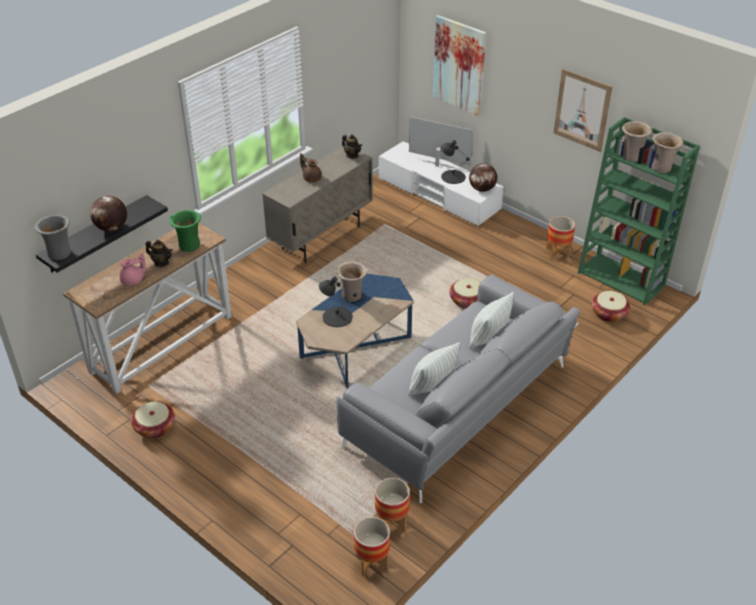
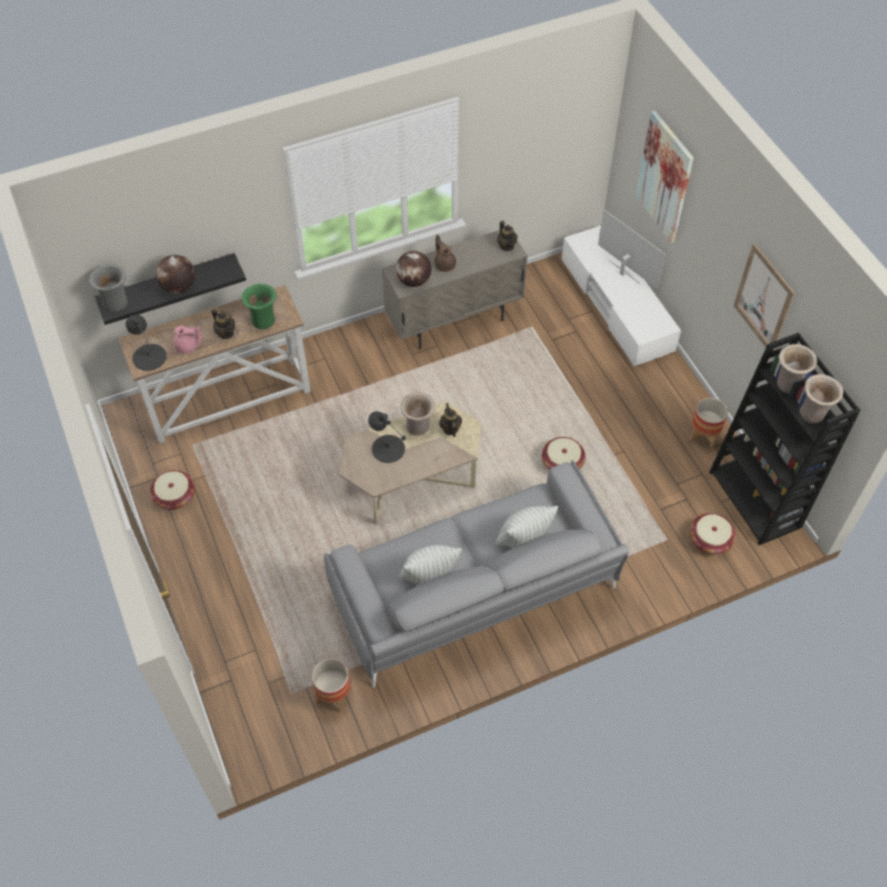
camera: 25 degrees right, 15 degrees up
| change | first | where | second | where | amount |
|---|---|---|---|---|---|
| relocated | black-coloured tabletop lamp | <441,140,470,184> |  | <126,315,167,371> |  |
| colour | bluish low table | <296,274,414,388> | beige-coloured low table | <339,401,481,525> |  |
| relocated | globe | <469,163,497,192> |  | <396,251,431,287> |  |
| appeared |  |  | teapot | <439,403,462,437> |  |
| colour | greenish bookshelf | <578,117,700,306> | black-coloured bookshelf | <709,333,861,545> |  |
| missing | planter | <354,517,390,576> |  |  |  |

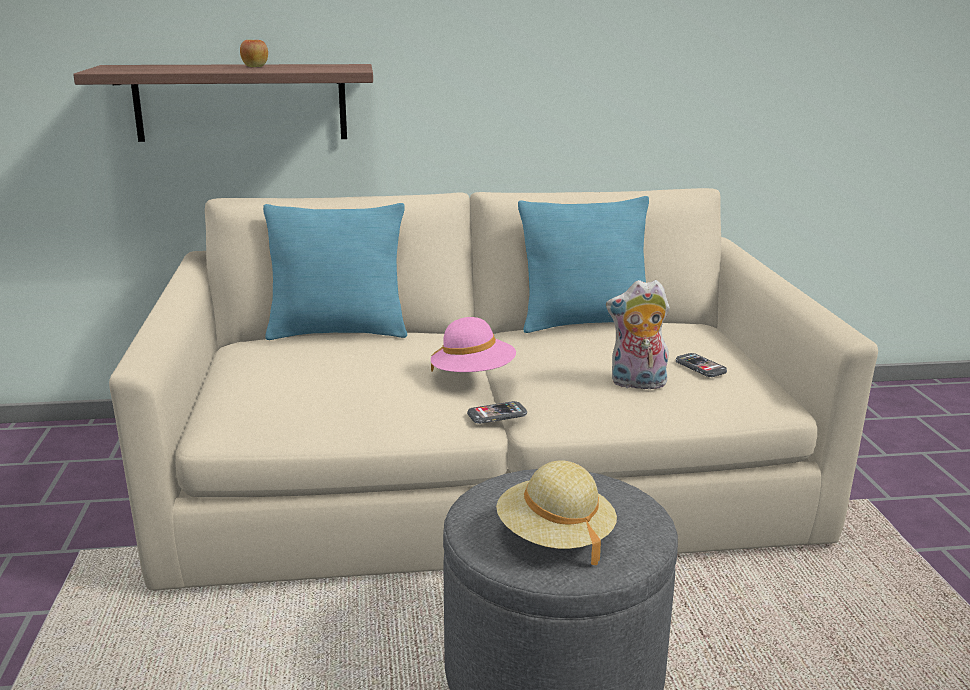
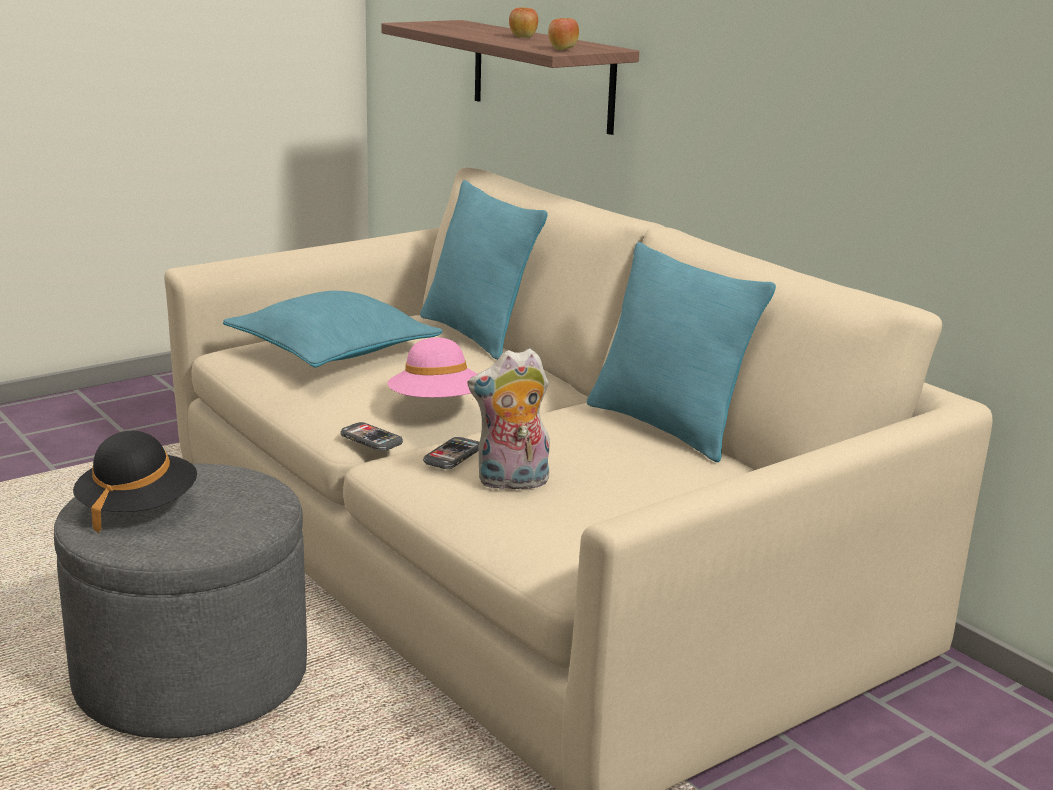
camera: 60 degrees right, 0 degrees up
| change | first | where | second | where | amount |
|---|---|---|---|---|---|
| colour | beige-coloured clothing hat | <496,460,617,565> | black-coloured clothing hat | <73,431,197,533> |  |
| appeared |  |  | turquoise throw pillow | <223,291,443,367> |  |
| relocated | phone | <676,353,727,377> |  | <423,437,479,469> |  |
| spun | cuddly toy | <606,280,670,389> |  | <468,348,550,490> | 75 degrees counterclockwise |
| appeared |  |  | whole apple | <548,18,579,50> |  |

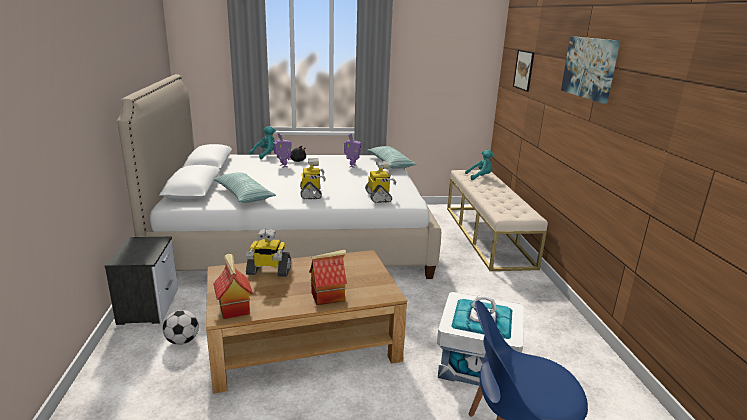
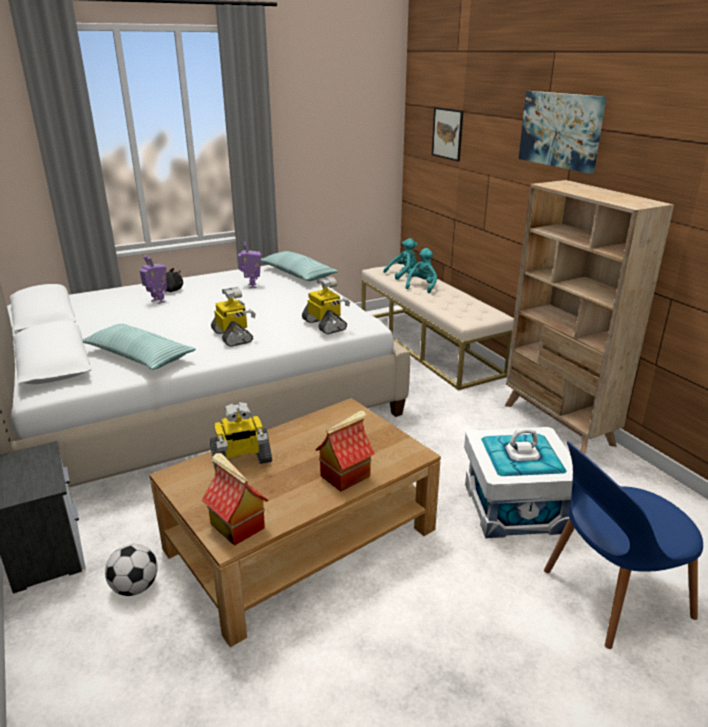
camera: 20 degrees left, 5 degrees up
| change | first | where | second | where | amount |
|---|---|---|---|---|---|
| relocated | turquoise cuddly toy | <249,126,276,159> |  | <405,248,437,293> |  |
| appeared |  |  | beige-coloured bookshelf | <505,180,674,454> |  |

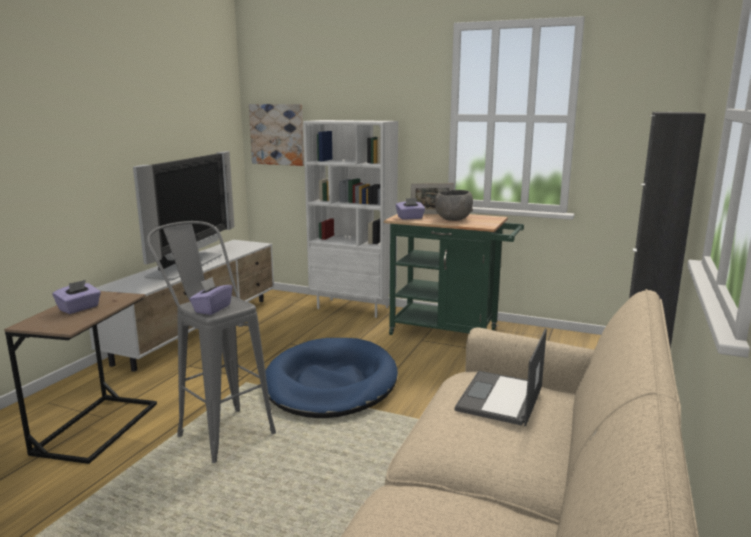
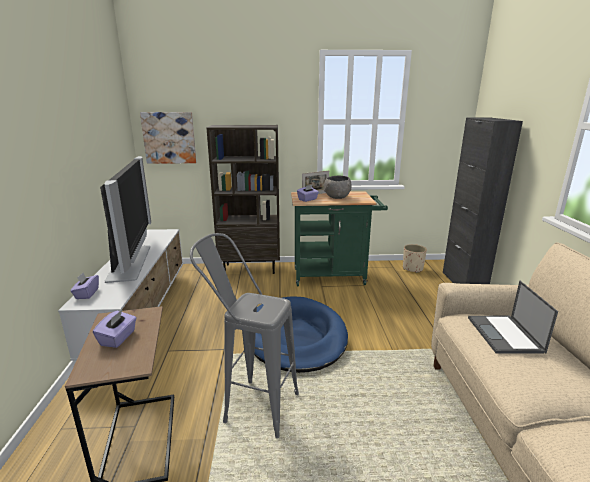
camera: 25 degrees left, 5 degrees up
| change | first | where | second | where | amount |
|---|---|---|---|---|---|
| relocated | purple tissue box | <189,277,232,315> |  | <70,273,99,299> |  |
| colour | white-coloured bookshelf | <303,120,398,318> | brown bookshelf | <206,125,280,274> |  |
| appeared |  |  | beige-coloured planter | <403,244,427,273> |  |

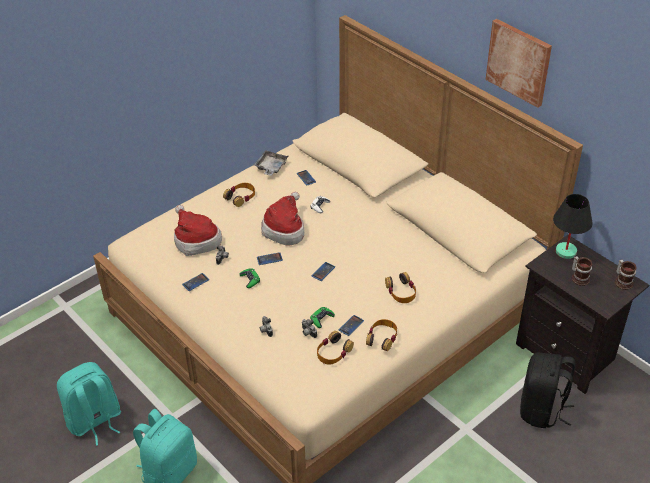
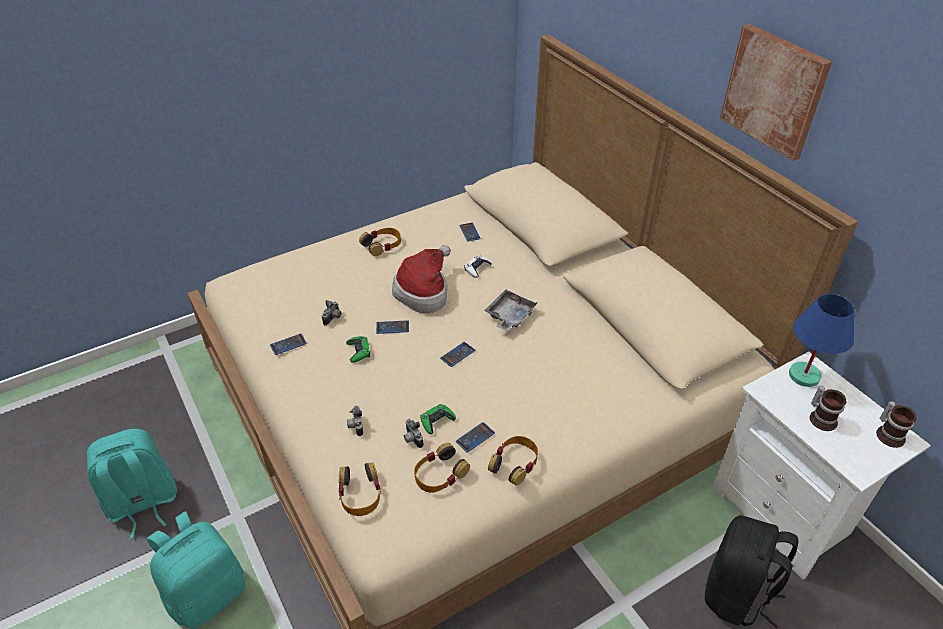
camera: 10 degrees right, 0 degrees up
| change | first | where | second | where | amount |
|---|---|---|---|---|---|
| relocated | headset | <385,272,416,303> |  | <339,462,381,516> |  |
| relocated | grey tray | <254,150,288,176> |  | <484,290,537,331> |  |
| colour | black-coloured nightstand | <516,235,649,394> | white-coloured nightstand | <712,351,931,580> |  |
| colour | black-coloured tabletop lamp | <553,194,593,259> | bluish tabletop lamp | <789,294,854,387> |  |
| missing | clothing hat | <174,205,222,256> |  |  |  |

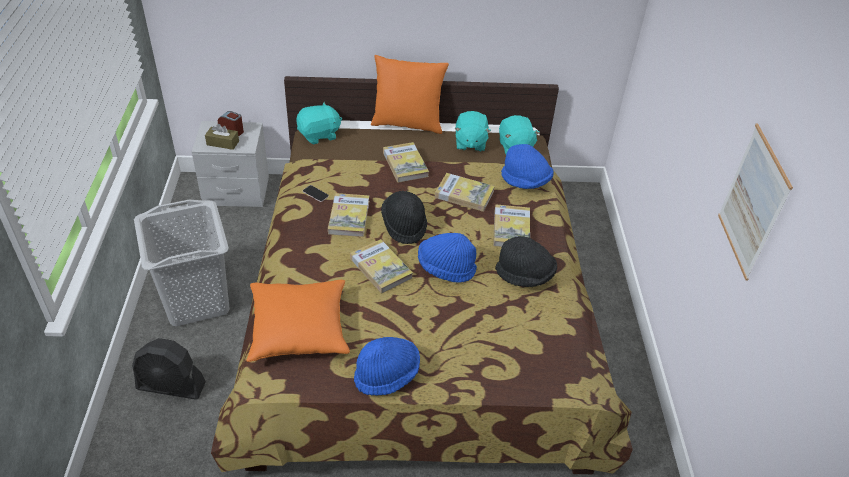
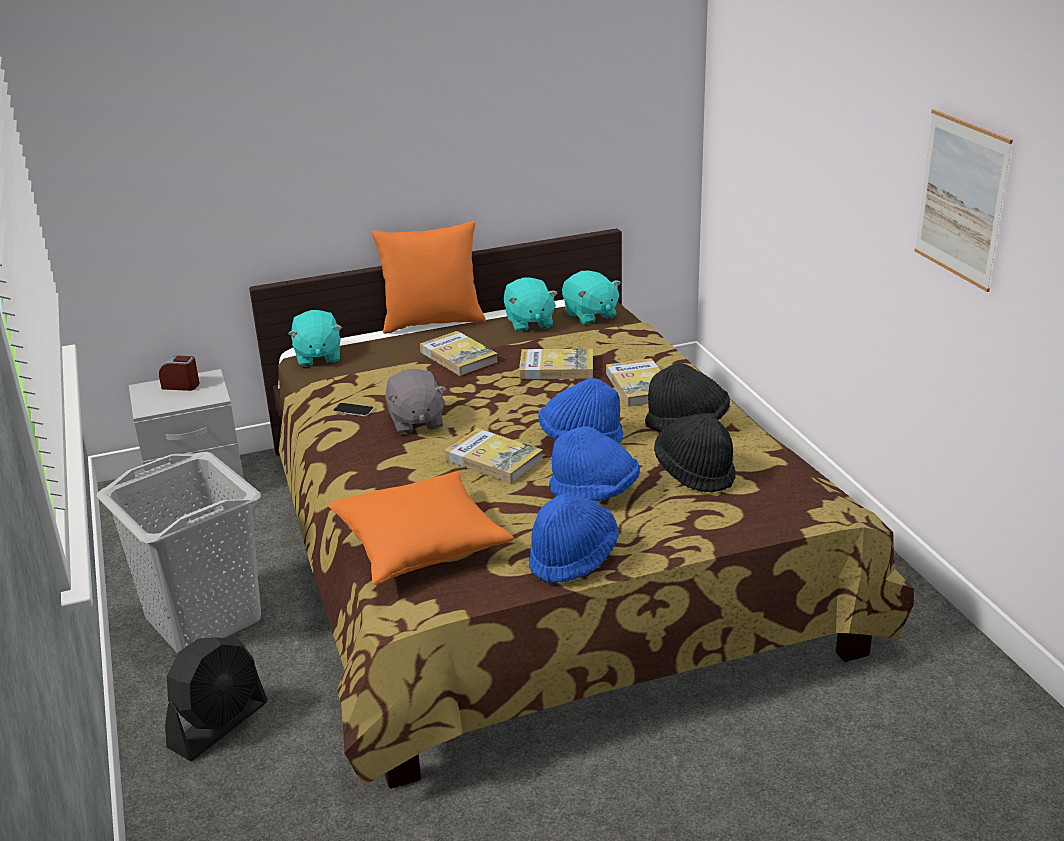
camera: 15 degrees left, 15 degrees down
| change | first | where | second | where | amount |
|---|---|---|---|---|---|
| spun | black-coloured cooling fan | <132,338,206,400> |  | <165,637,268,761> | 45 degrees counterclockwise |
| spun | turquoise cuddly toy | <296,102,342,144> |  | <288,310,342,367> | 120 degrees clockwise |
| exchanged | book | <328,193,369,237> | grey cuddly toy | <385,369,447,434> |  |
| relocated | bluish clothing hat | <501,144,554,189> |  | <549,426,640,501> |  |
| relocated | black-coloured clothing hat | <381,191,427,244> |  | <654,413,736,493> |  |
| missing | brown tissue box | <205,124,239,150> |  |  |  |

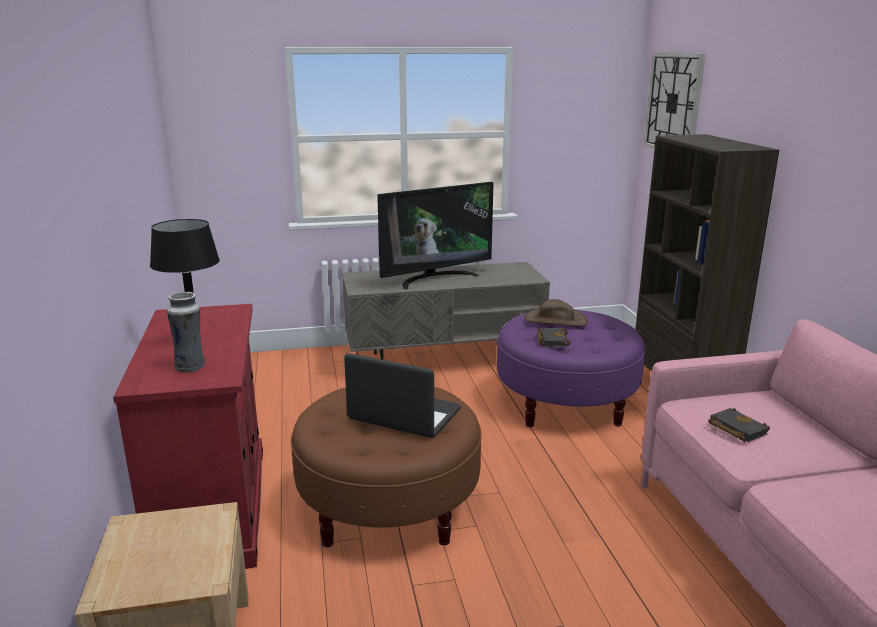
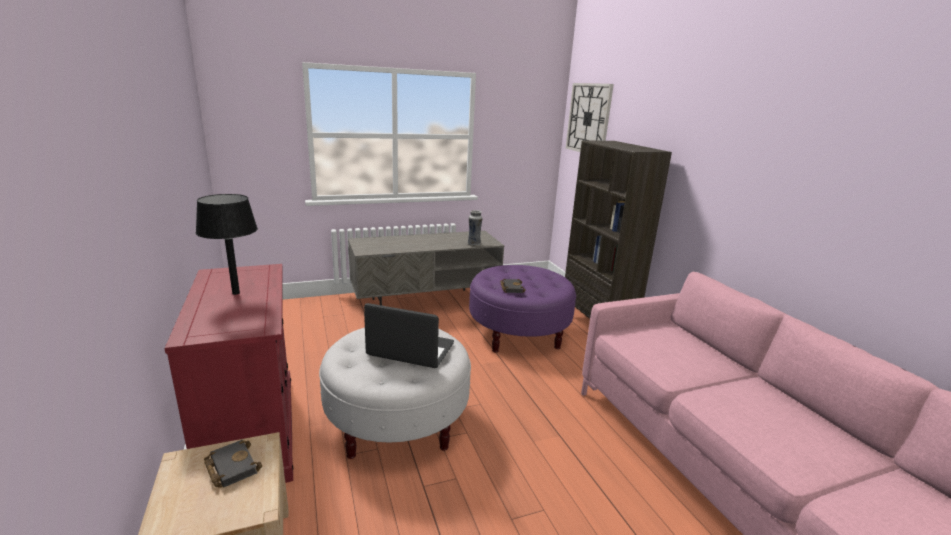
camera: 10 degrees left, 0 degrees up
| change | first | where | second | where | amount |
|---|---|---|---|---|---|
| relocated | black-coloured book | <708,408,770,442> |  | <204,440,262,488> |  |
| colour | brown pouffe | <291,387,482,547> | white-coloured pouffe | <319,328,471,459> |  |
| relocated | decorative vase | <167,292,205,373> |  | <468,210,483,246> |  |
| missing | TV | <377,182,494,289> |  |  |  |
| missing | brown clothing hat | <524,299,588,326> |  |  |  |

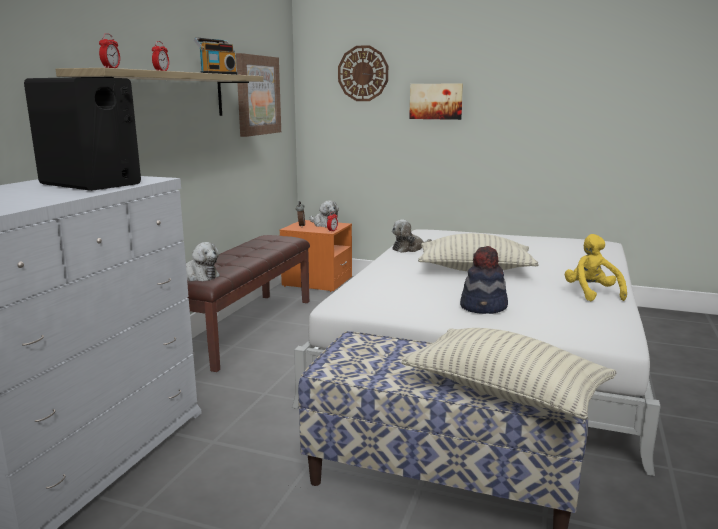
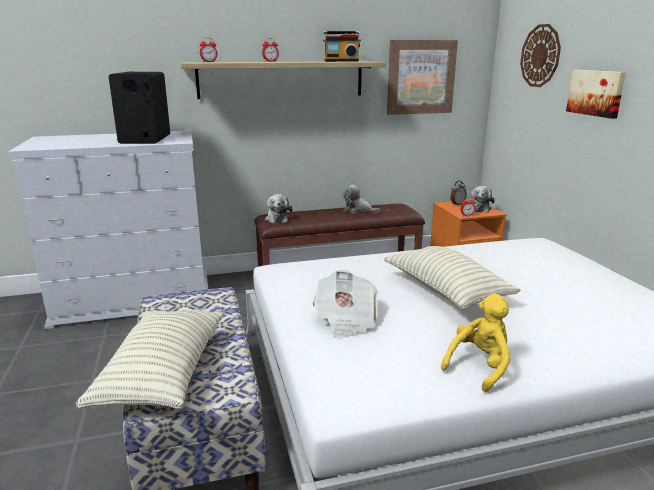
camera: 55 degrees right, 5 degrees up
| change | first | where | second | where | amount |
|---|---|---|---|---|---|
| exchanged | clothing hat | <460,246,508,314> | daily paper | <313,270,378,339> |  |
| relocated | cuddly toy | <392,220,432,253> |  | <343,185,380,214> |  |

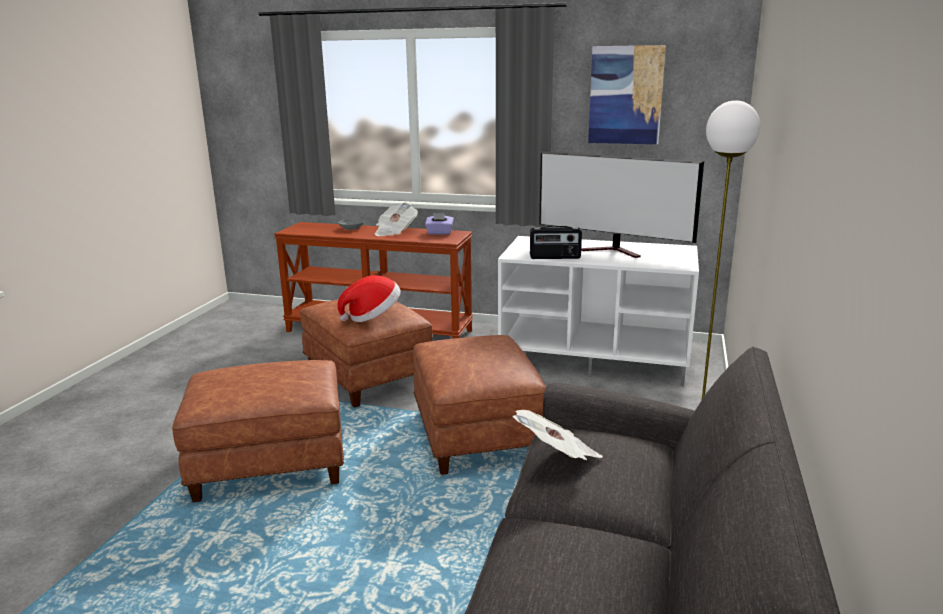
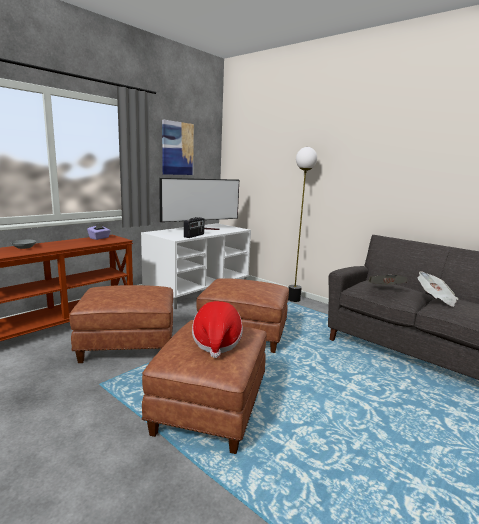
camera: 65 degrees left, 5 degrees down
| change | first | where | second | where | amount |
|---|---|---|---|---|---|
| relocated | clothing hat | <338,275,401,322> |  | <192,301,243,358> |  |
| relocated | daily paper | <375,203,418,236> |  | <417,272,458,307> |  |

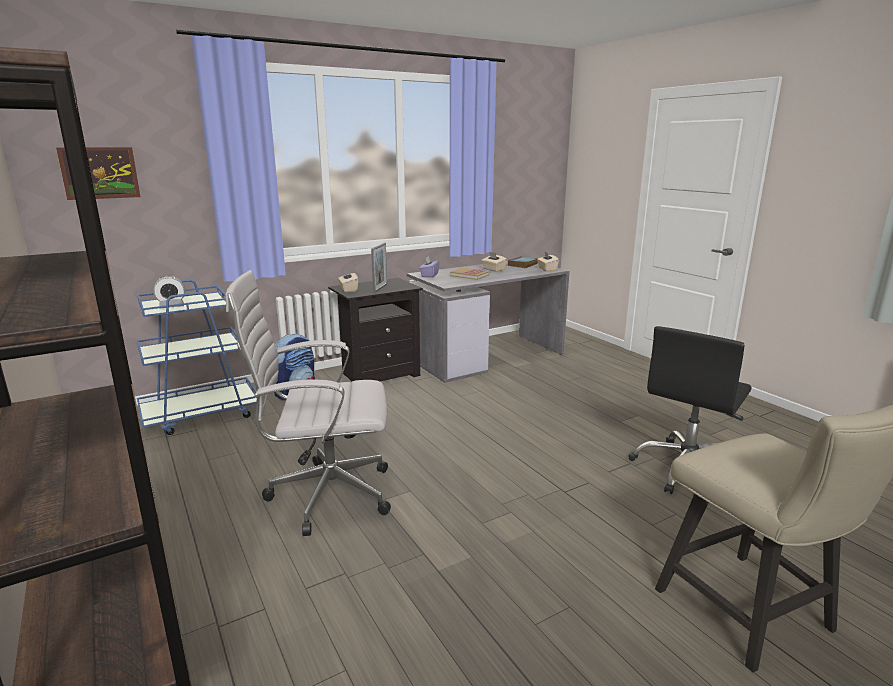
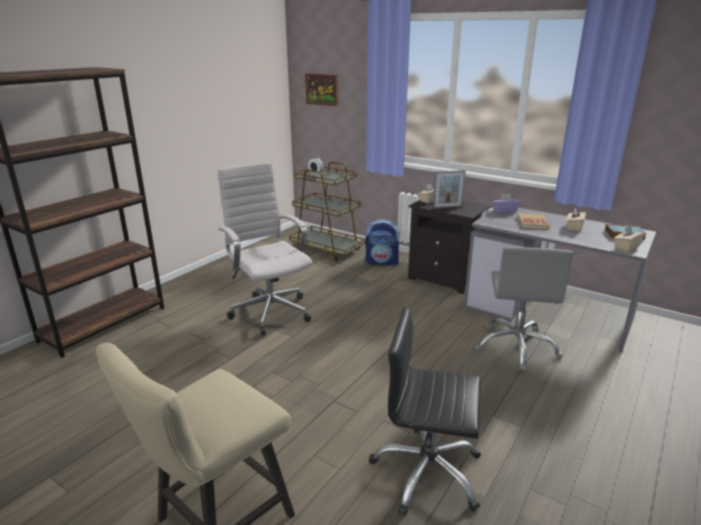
camera: 65 degrees right, 5 degrees up
| change | first | where | second | where | amount |
|---|---|---|---|---|---|
| colour | bluish trolley | <137,280,257,435> | brown trolley | <289,162,366,261> |  |
| appeared |  |  | grey desk chair | <475,247,573,371> |  |

